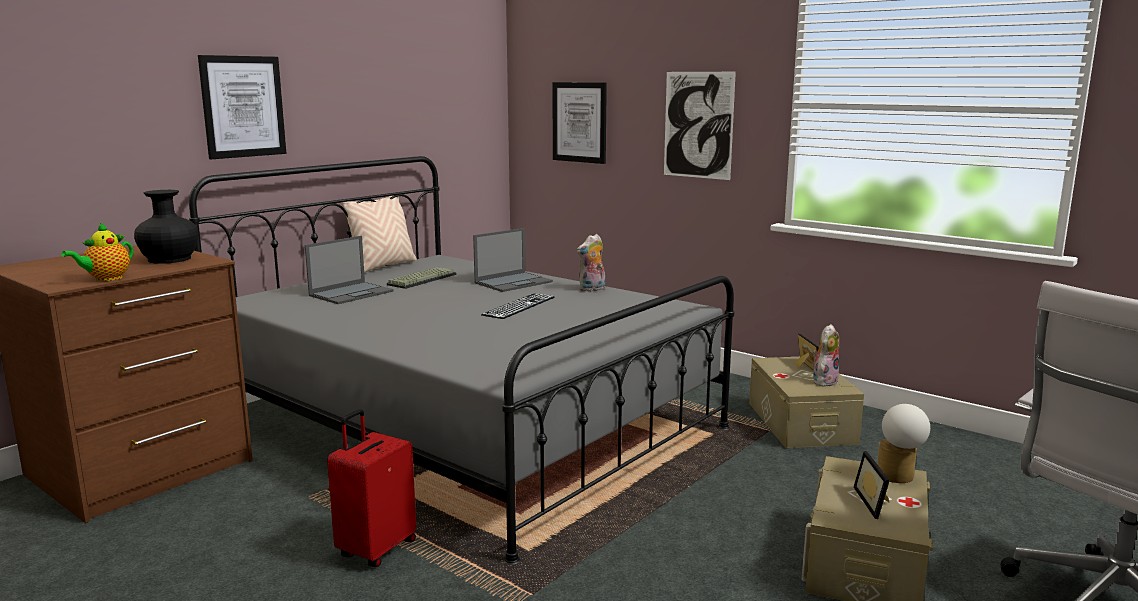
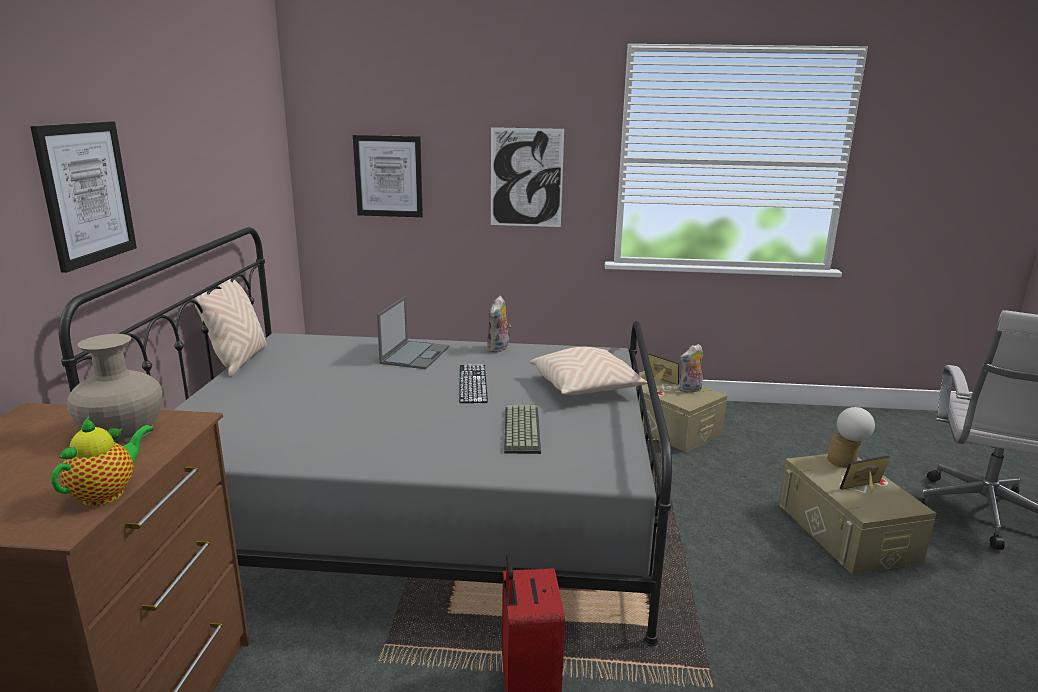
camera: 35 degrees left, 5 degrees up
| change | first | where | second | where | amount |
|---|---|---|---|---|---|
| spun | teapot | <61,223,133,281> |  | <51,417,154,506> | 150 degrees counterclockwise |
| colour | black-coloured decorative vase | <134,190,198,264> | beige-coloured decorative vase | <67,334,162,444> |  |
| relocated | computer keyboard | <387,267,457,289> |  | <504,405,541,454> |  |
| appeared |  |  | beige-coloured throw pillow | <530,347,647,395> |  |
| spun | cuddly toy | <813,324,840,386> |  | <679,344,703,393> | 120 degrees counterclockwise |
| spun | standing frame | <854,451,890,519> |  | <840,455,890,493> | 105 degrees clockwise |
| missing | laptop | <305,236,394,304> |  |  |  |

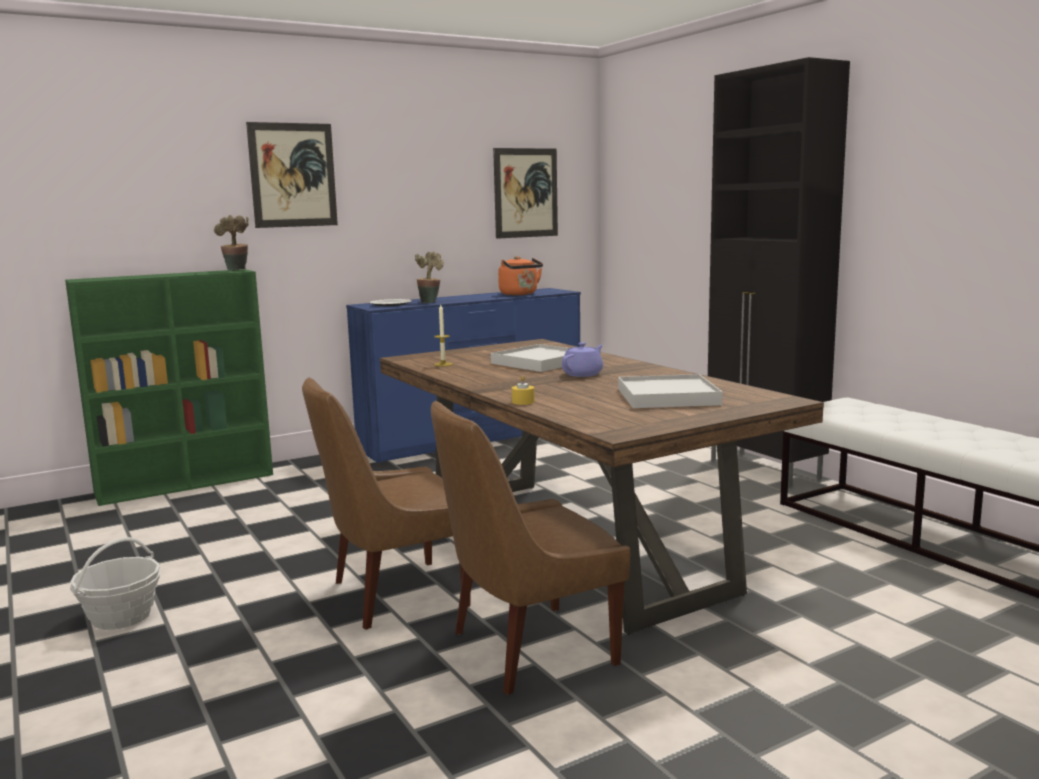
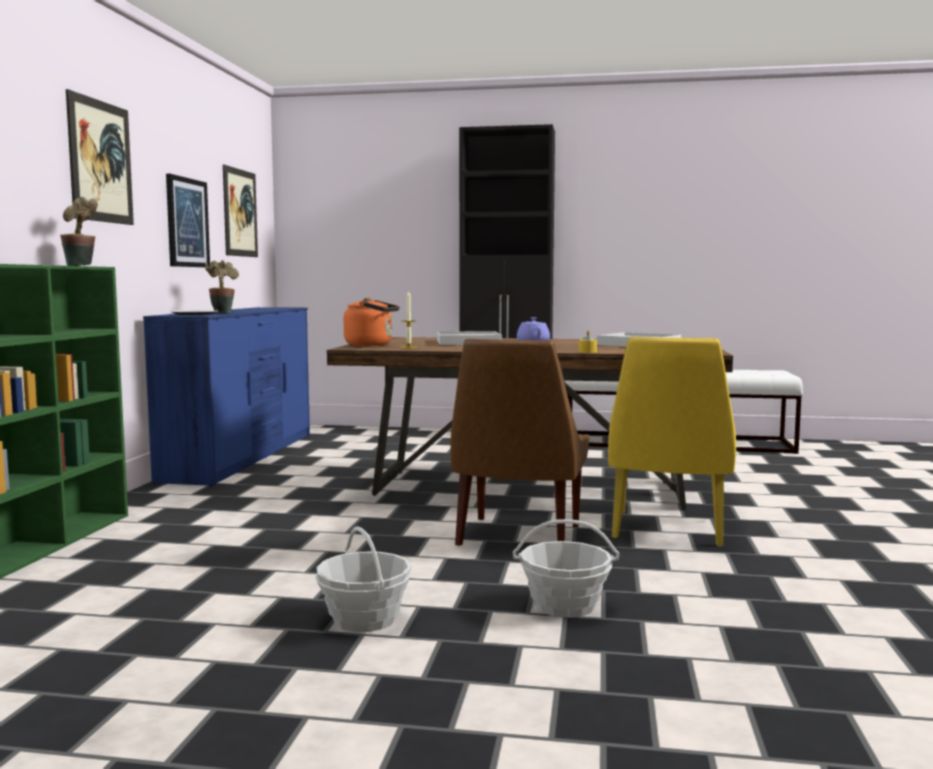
camera: 50 degrees left, 5 degrees down
| change | first | where | second | where | amount |
|---|---|---|---|---|---|
| appeared |  |  | picture | <166,174,210,267> |  |
| relocated | orangey kettle | <498,256,543,295> |  | <344,298,399,346> |  |
| appeared |  |  | basket | <513,519,619,618> |  |
| colour | brown plain chair | <431,401,630,695> | yellow plain chair | <608,337,736,546> |  |

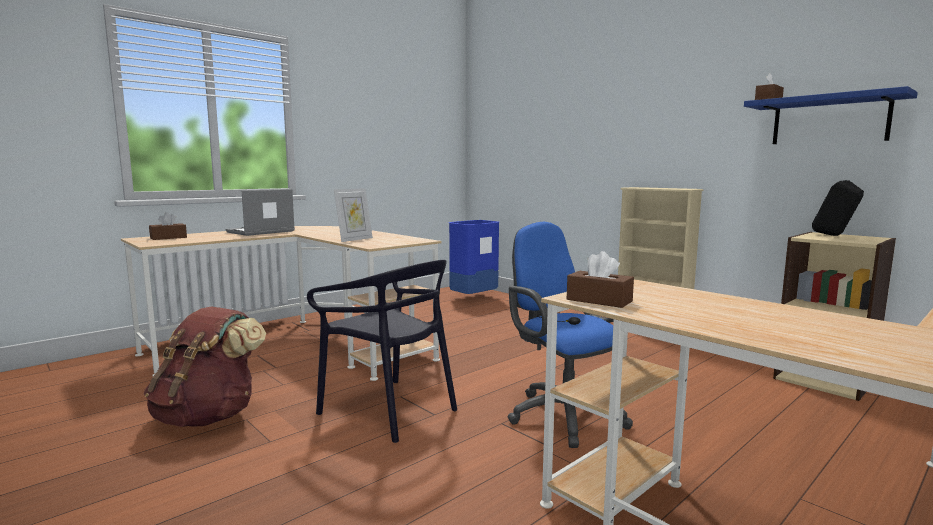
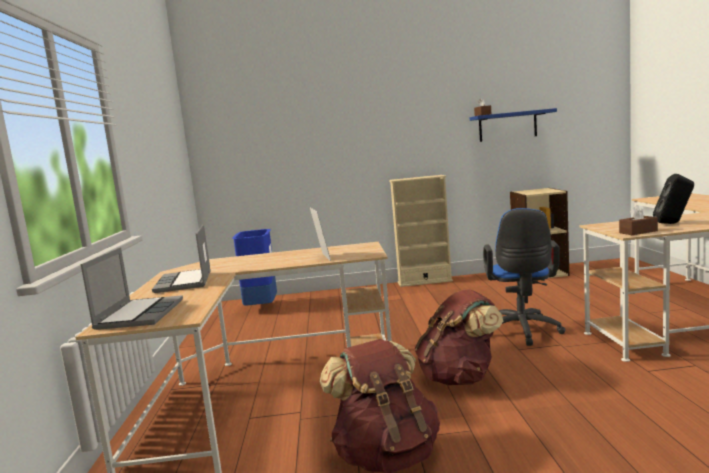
camera: 50 degrees left, 0 degrees up
| change | first | where | second | where | amount |
|---|---|---|---|---|---|
| exchanged | brown tissue box | <149,212,187,240> | laptop | <81,247,183,330> |  |
| exchanged | black-coloured plain chair | <307,260,457,443> | brown backpack | <415,289,503,385> |  |
| spun | bluish desk chair | <508,222,633,448> |  | <483,208,566,346> | 90 degrees counterclockwise |
| relocated | black-coloured audio speaker | <812,180,864,236> |  | <653,174,694,224> |  |

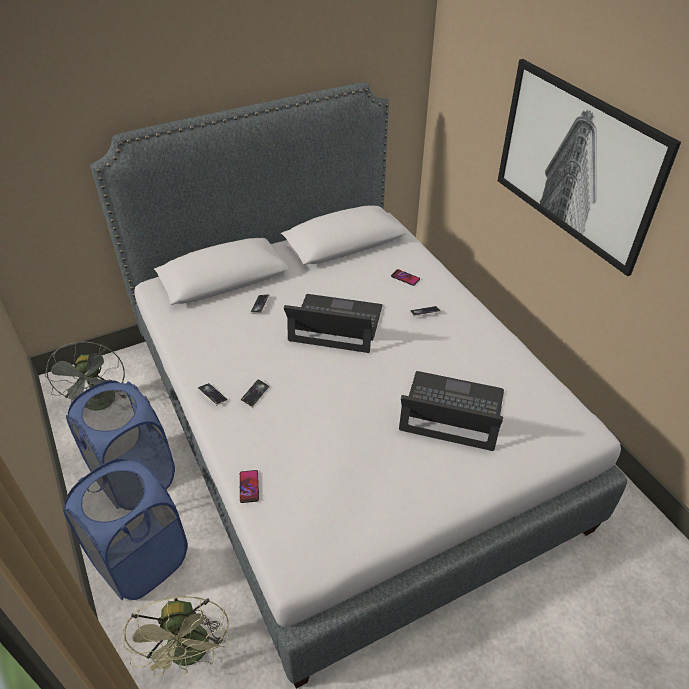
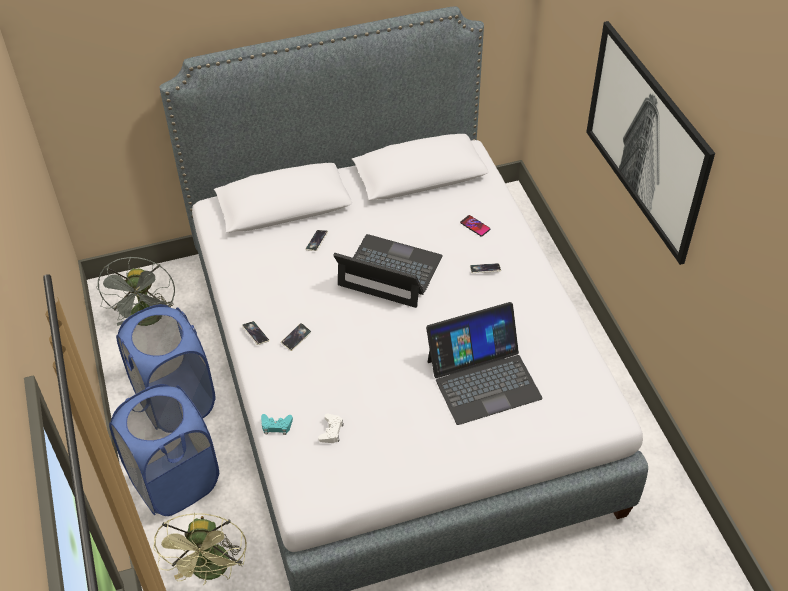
camera: 10 degrees right, 5 degrees up
| change | first | where | second | where | amount |
|---|---|---|---|---|---|
| exchanged | phone | <240,470,259,503> | turquoise gamepad | <261,414,293,435> |  |
| appeared |  |  | white-coloured gamepad | <318,413,344,443> |  |
| spun | laptop | <399,371,504,451> |  | <426,302,543,425> | 135 degrees clockwise |

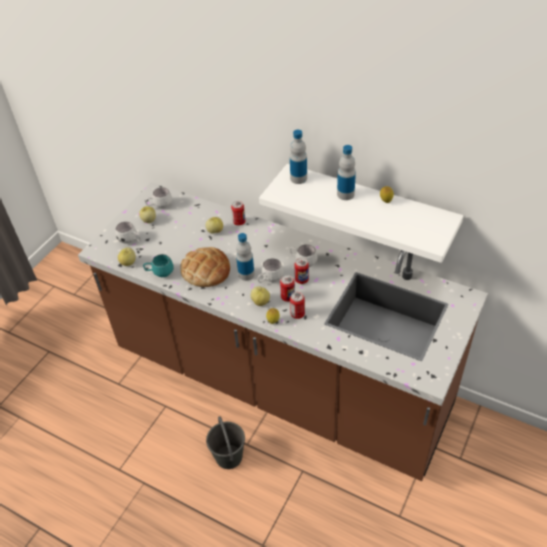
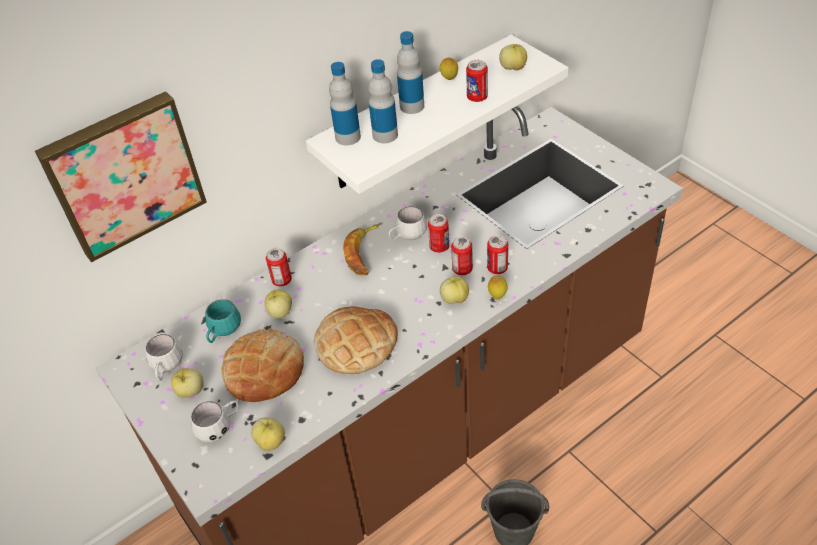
camera: 65 degrees left, 0 degrees up
| change | first | where | second | where | amount |
|---|---|---|---|---|---|
| appeared |  |  | picture | <35,91,207,263> |  |
| relocated | turquoise mug | <143,254,174,277> |  | <205,299,241,343> |  |
| appeared |  |  | baked bread | <222,329,304,402> |  |
| appeared |  |  | banana | <343,224,380,275> |  |
| relocated | drink bottle | <236,233,255,281> |  | <368,59,398,143> |  |
| appeared |  |  | can | <466,60,488,102> |  |
| appeared |  |  | whole apple | <499,44,527,70> |  |
| missing | white-coloured mug | <257,258,284,283> |  |  |  |

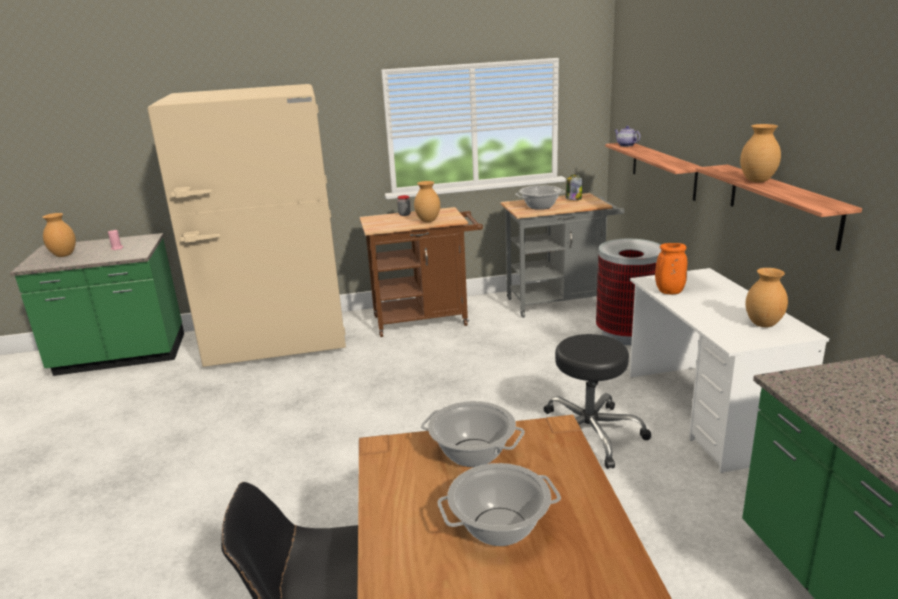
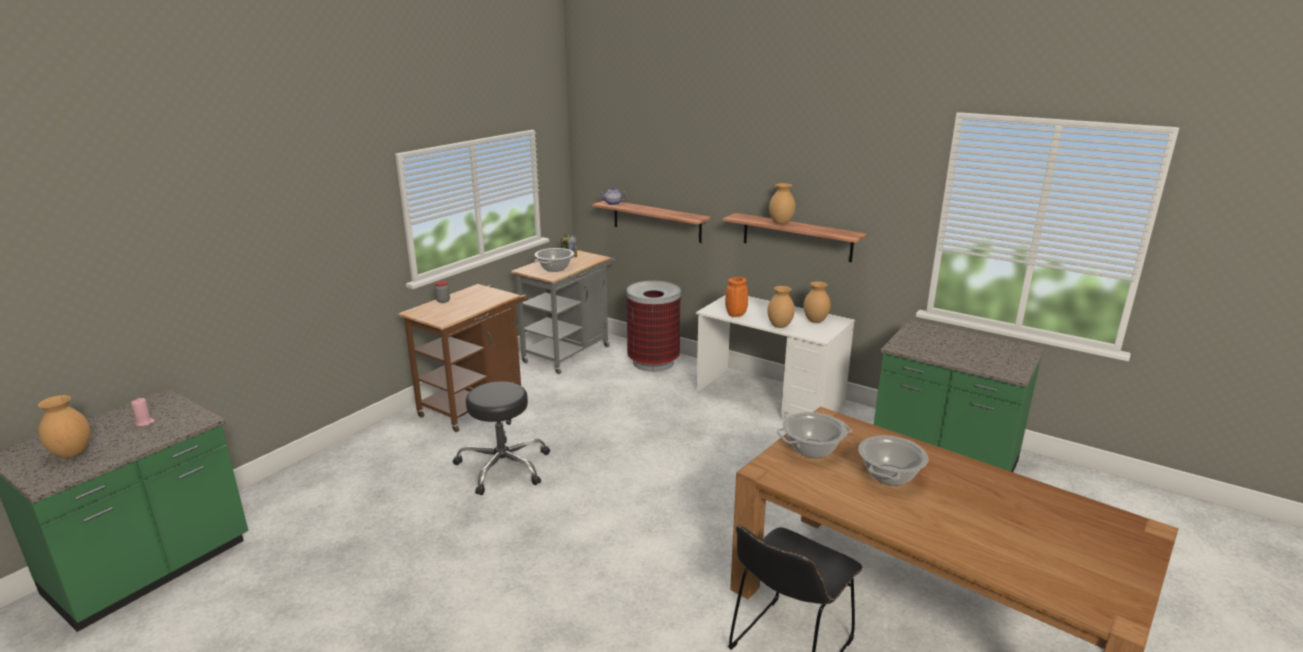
camera: 45 degrees left, 0 degrees up
| change | first | where | second | where | amount |
|---|---|---|---|---|---|
| relocated | black-coloured stool seat | <544,334,651,469> |  | <453,382,550,495> |  |
| relocated | brown decorative vase | <414,181,440,222> |  | <767,286,795,328> |  |
| missing | beige-coloured fridge | <147,84,346,367> |  |  |  |

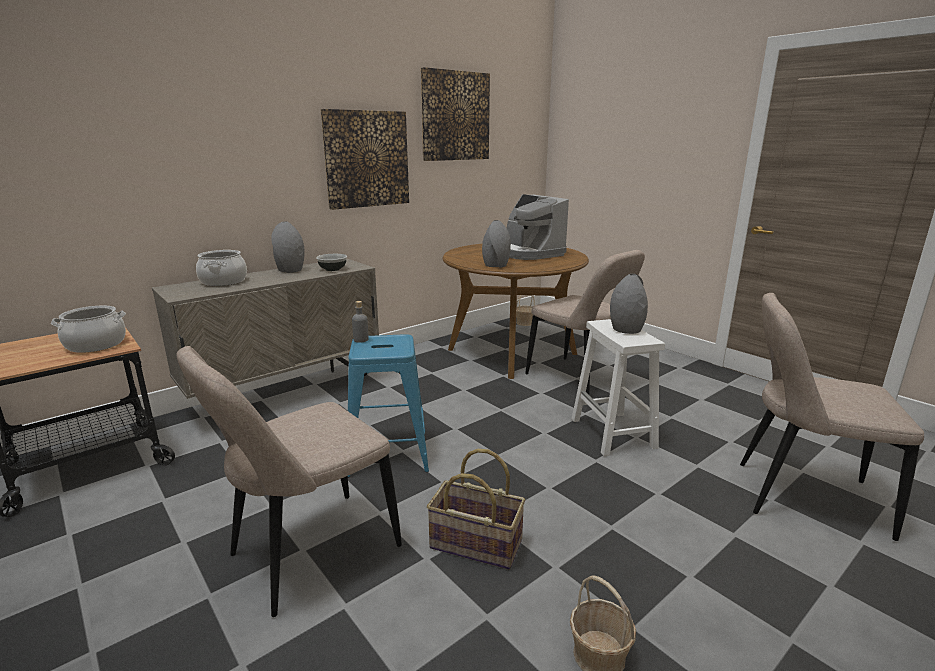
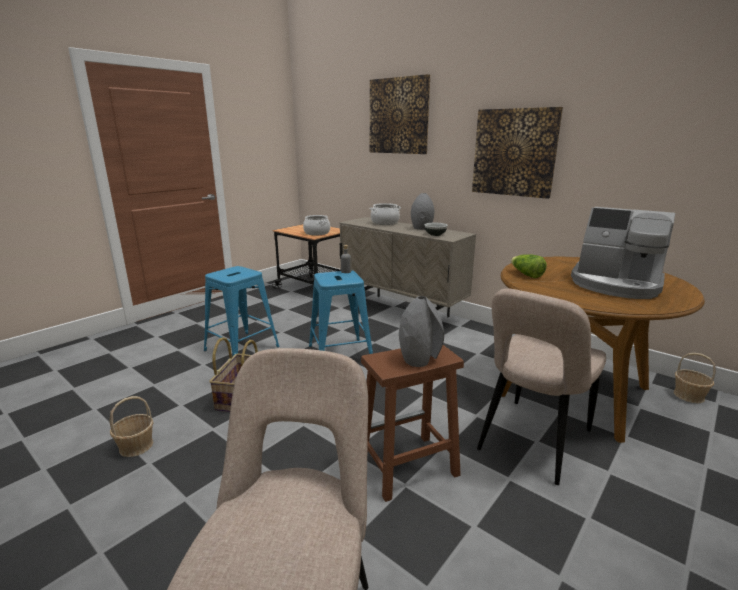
camera: 80 degrees right, 0 degrees up
| change | first | where | second | where | amount |
|---|---|---|---|---|---|
| exchanged | beige-coloured plain chair | <176,346,402,617> | bluish stool seat | <204,266,279,356> |  |
| colour | white-coloured stool seat | <572,319,665,456> | brown stool seat | <361,345,464,502> |  |
| relocated | picture | <421,67,490,161> |  | <370,74,430,154> |  |
| exchanged | grey decorative vase | <482,220,511,268> | lettuce head | <511,254,547,278> |  |
| spun | coffee maker | <507,194,569,260> |  | <571,207,675,299> | 105 degrees counterclockwise |

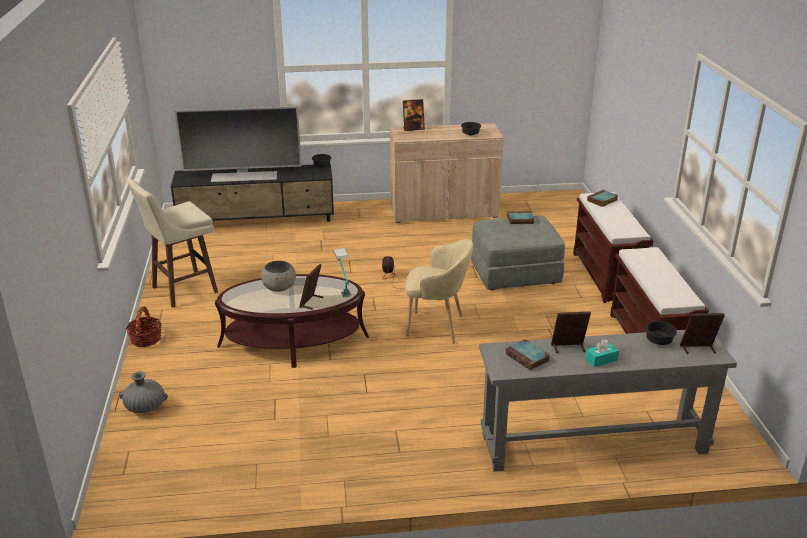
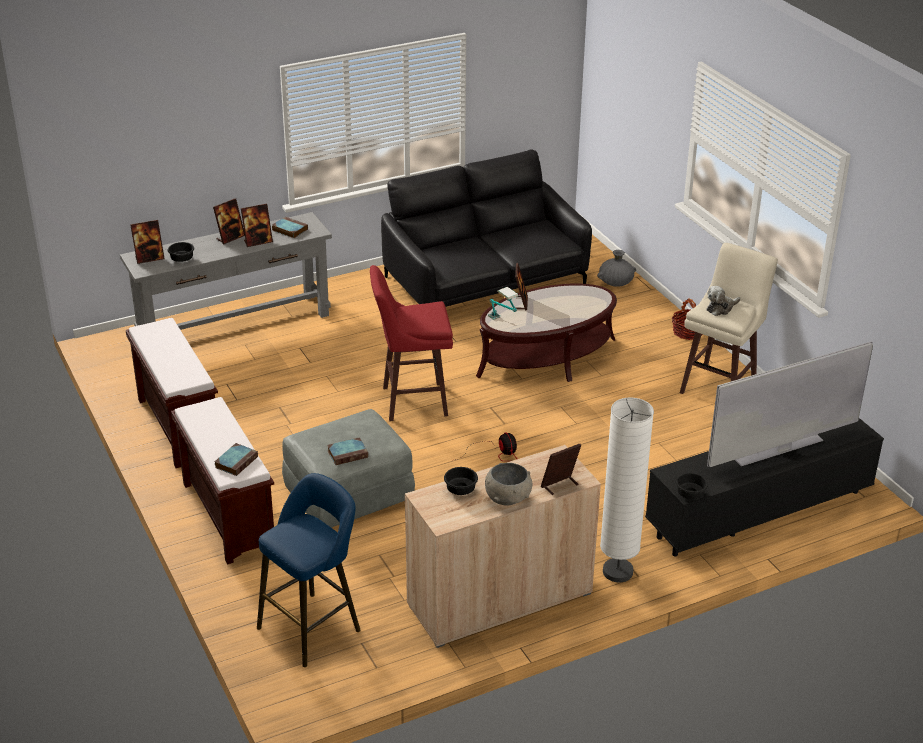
camera: 160 degrees right, 5 degrees up
| change | first | where | second | where | amount |
|---|---|---|---|---|---|
| exchanged | turquoise tissue box | <585,339,619,367> | standing frame | <213,198,245,244> |  |
| appeared |  |  | bluish stool seat | <257,473,361,667> |  |
| exchanged | beige-coloured easy chair | <405,239,473,343> | red stool seat | <370,265,453,421> |  |
| appeared |  |  | black-coloured couch | <381,149,592,307> |  |
| relocated | grey bowl | <261,261,296,292> |  | <485,463,533,505> |  |
| appeared |  |  | white-coloured standing lamp | <600,397,654,583> |  |
| appeared |  |  | cuddly toy | <707,286,740,316> |  |

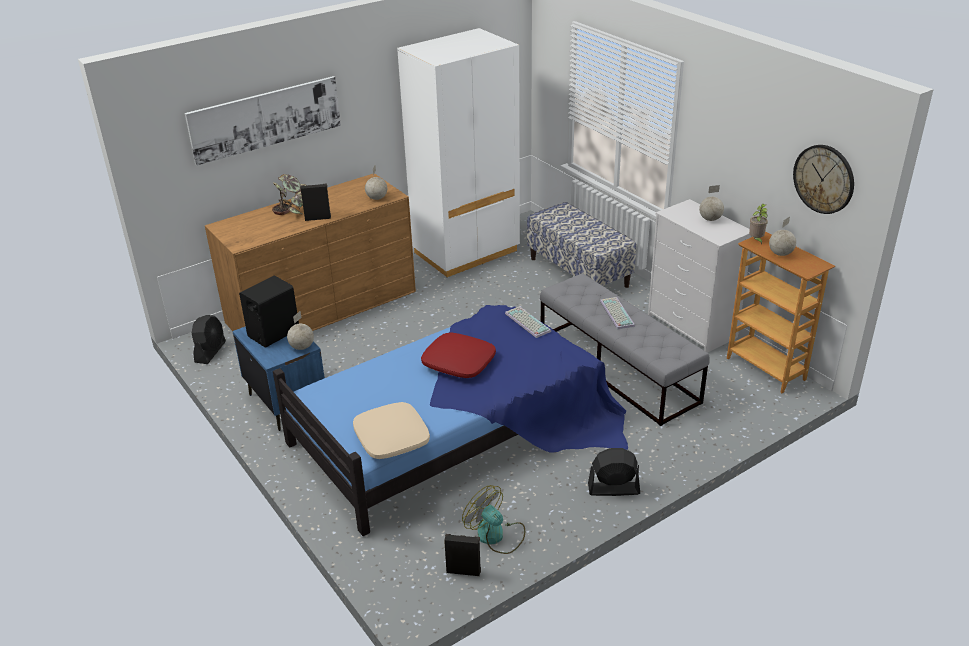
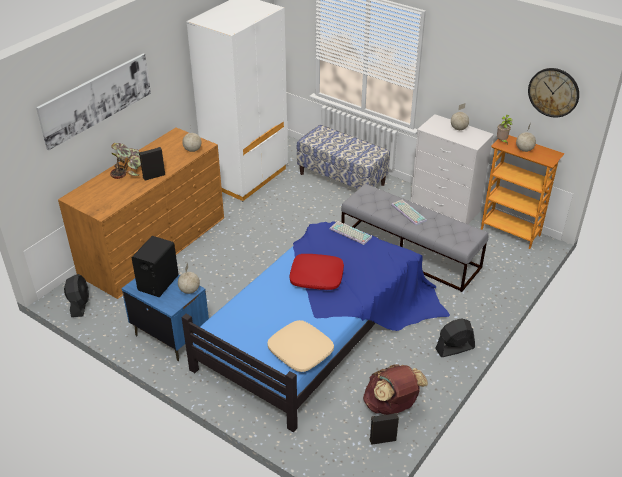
camera: 20 degrees left, 5 degrees up
| change | first | where | second | where | amount |
|---|---|---|---|---|---|
| exchanged | cooling fan | <462,485,525,554> | brown backpack | <363,364,428,415> |  |

